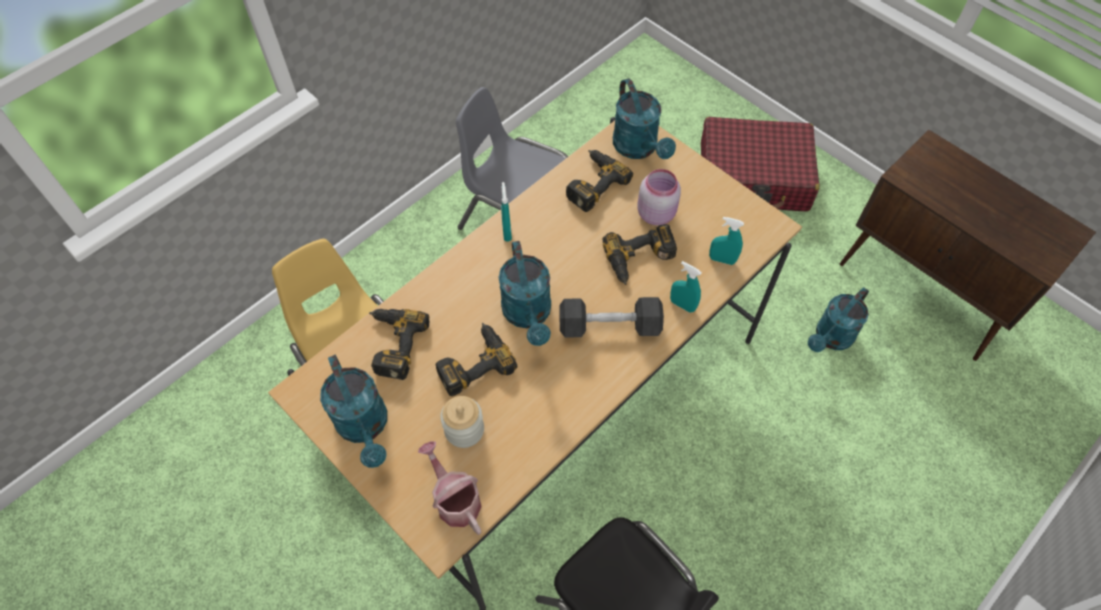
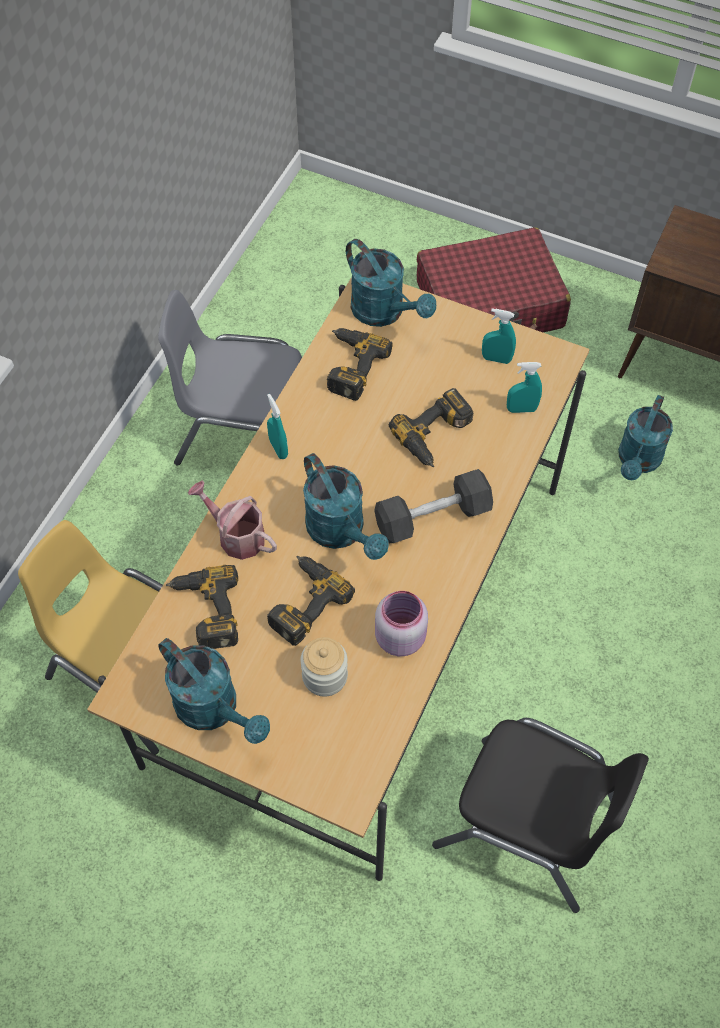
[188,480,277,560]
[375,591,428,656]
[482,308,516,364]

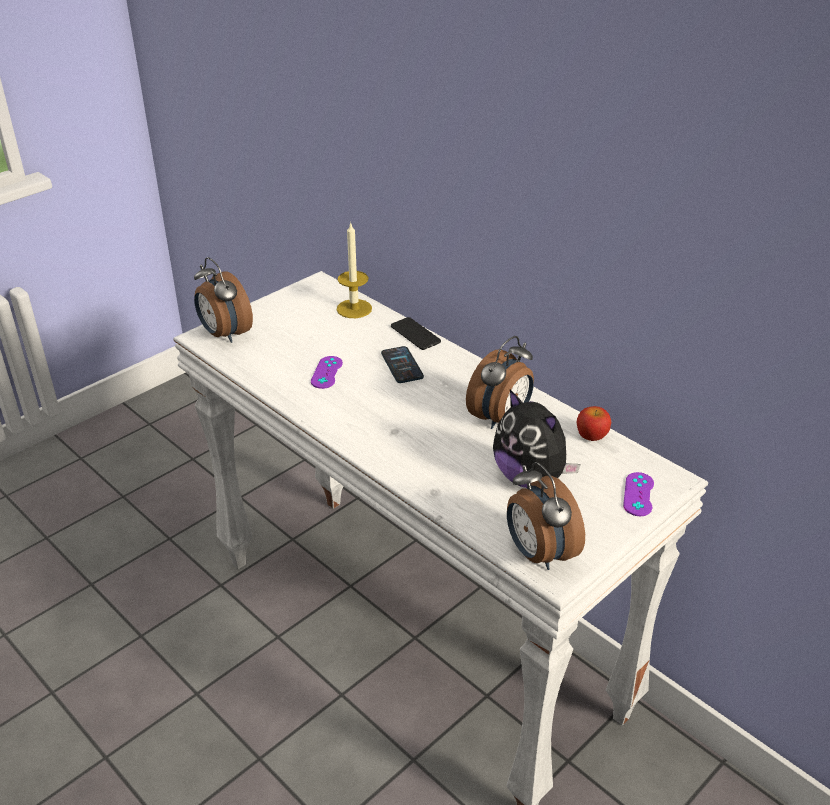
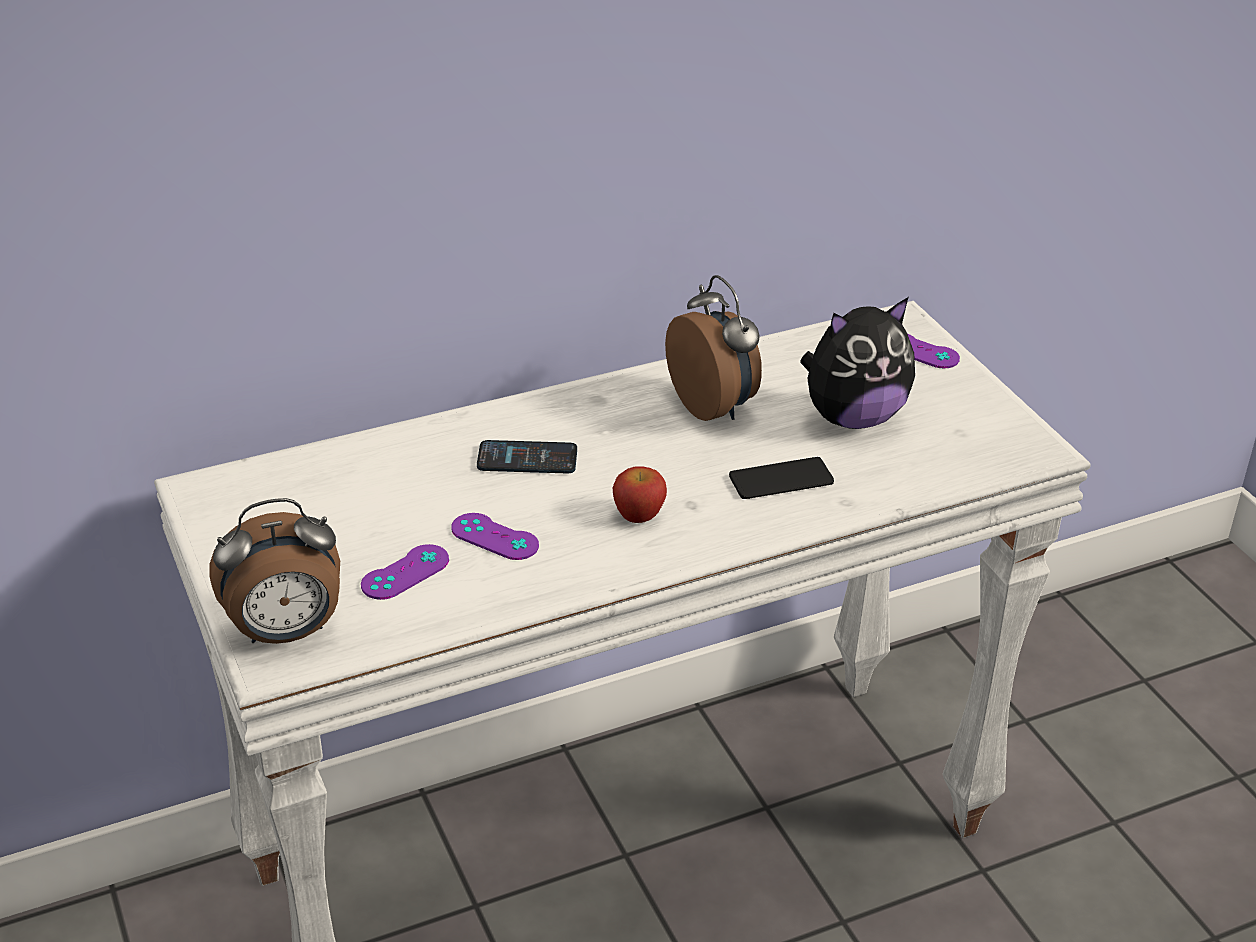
[337,222,372,318] (first image)
[729,457,834,499]
[507,462,585,570] (first image)
[613,466,667,523]
[361,544,449,600]

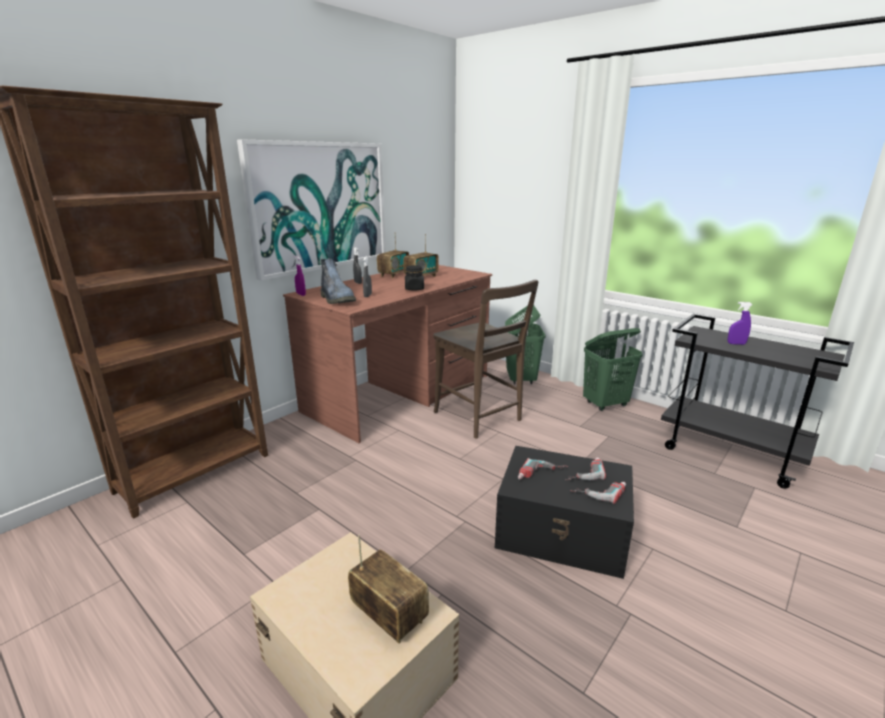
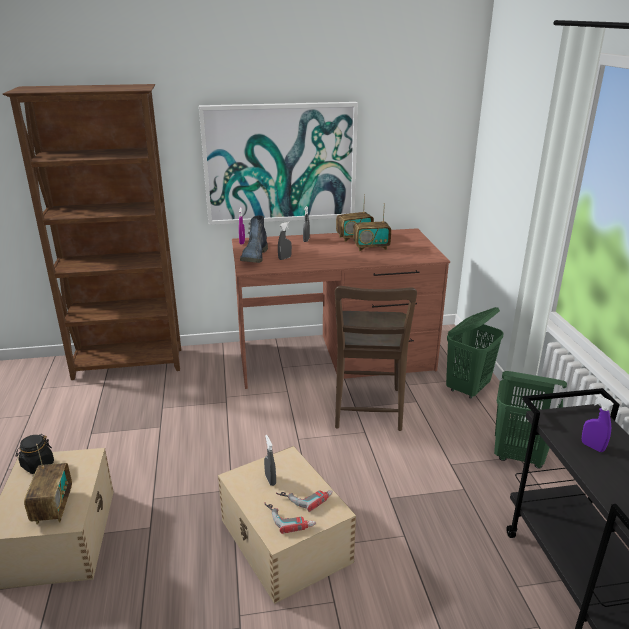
[16,434,54,474]
[218,446,356,604]
[264,435,276,486]

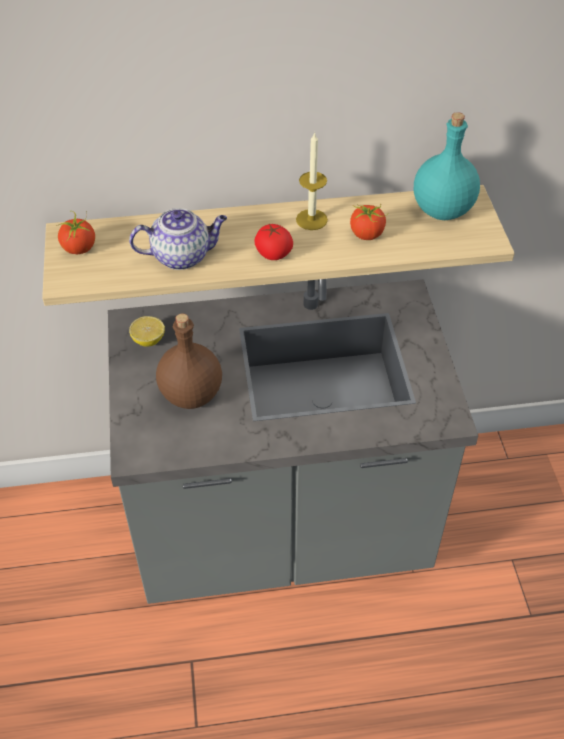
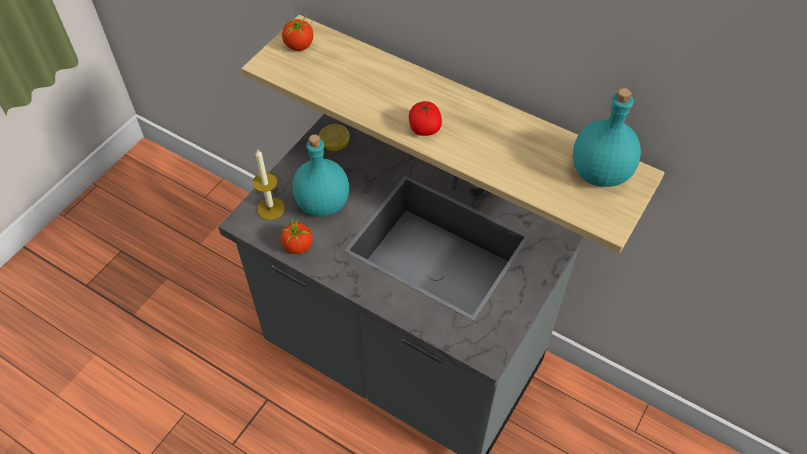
[129,208,227,270] (first image)
[293,134,349,217]
[253,150,285,220]
[280,219,313,254]

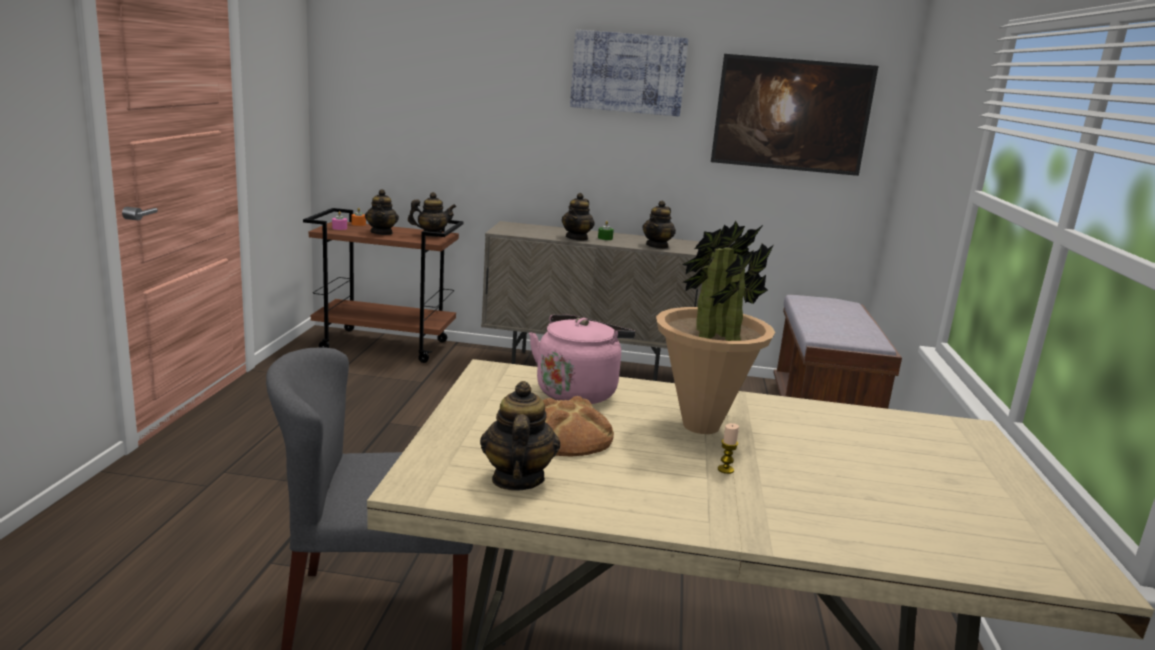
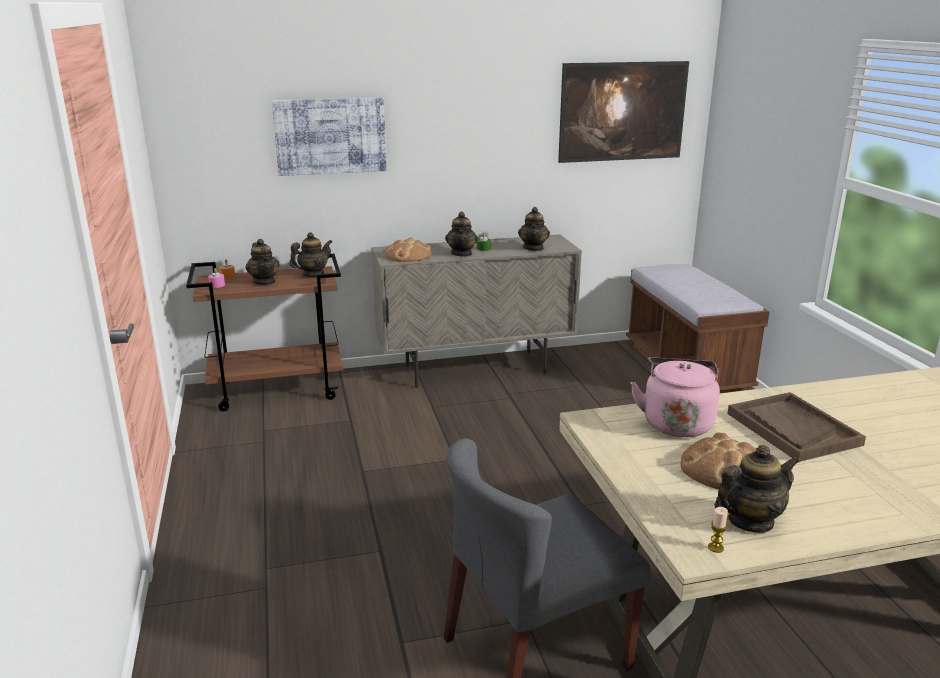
[714,445,799,533]
[272,98,387,176]
[727,392,866,462]
[708,507,728,553]
[385,237,432,262]

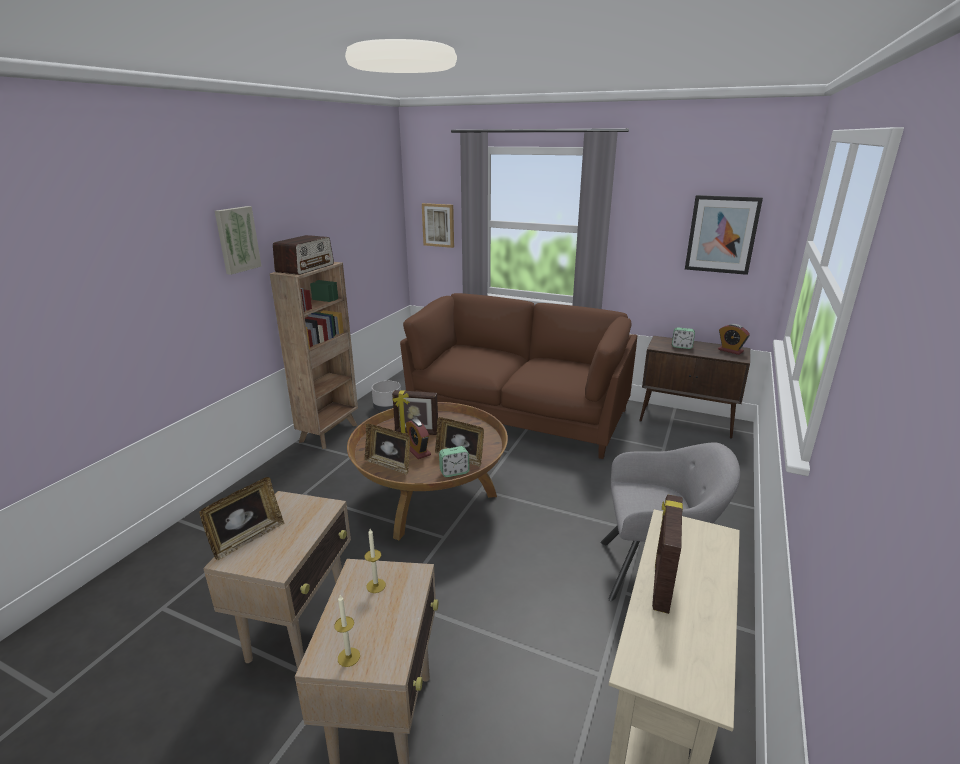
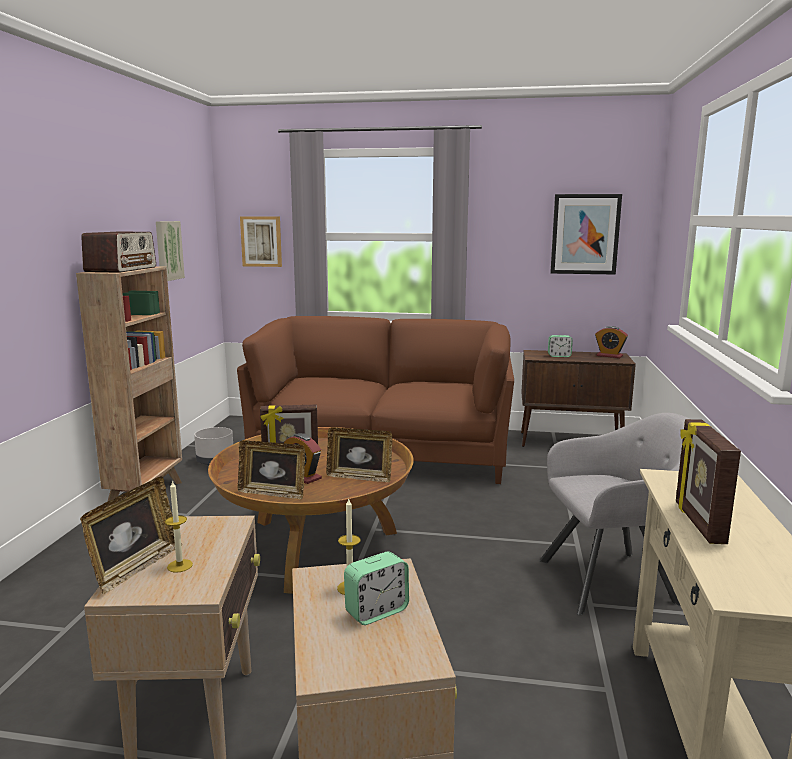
[156,221,185,281]
[165,480,193,573]
[344,552,409,625]

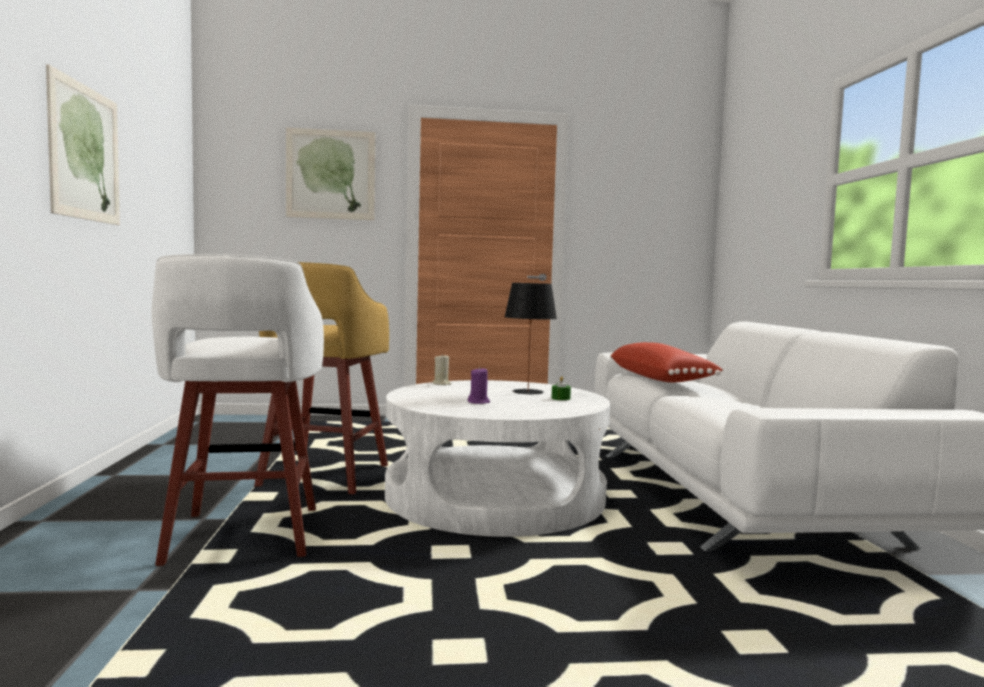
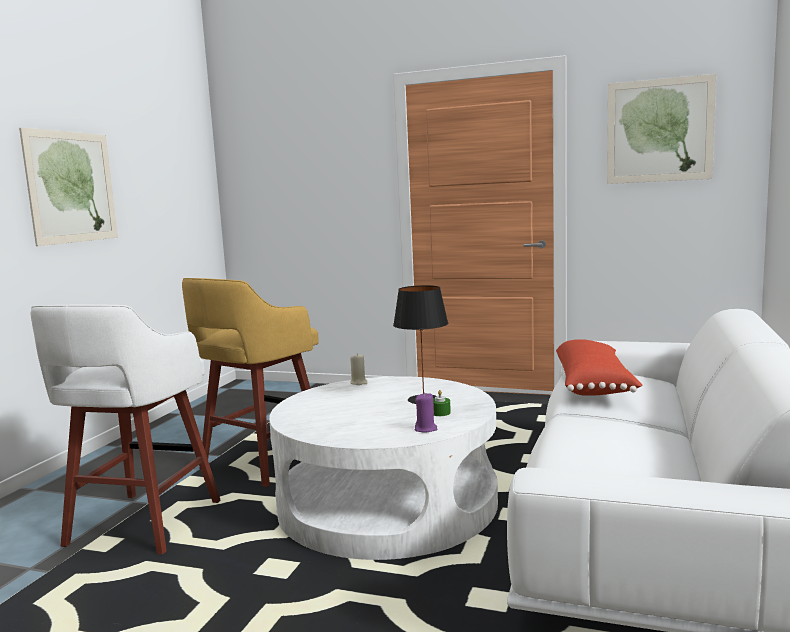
[607,74,716,184]
[415,392,437,433]

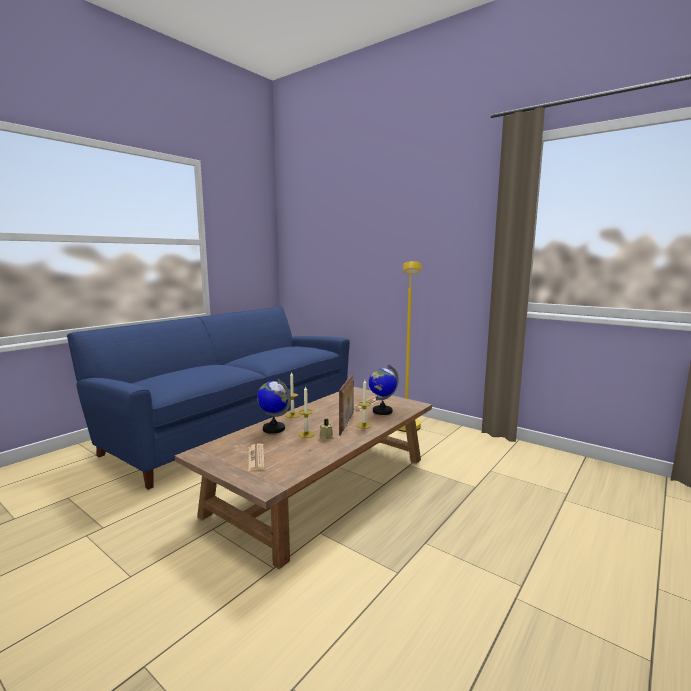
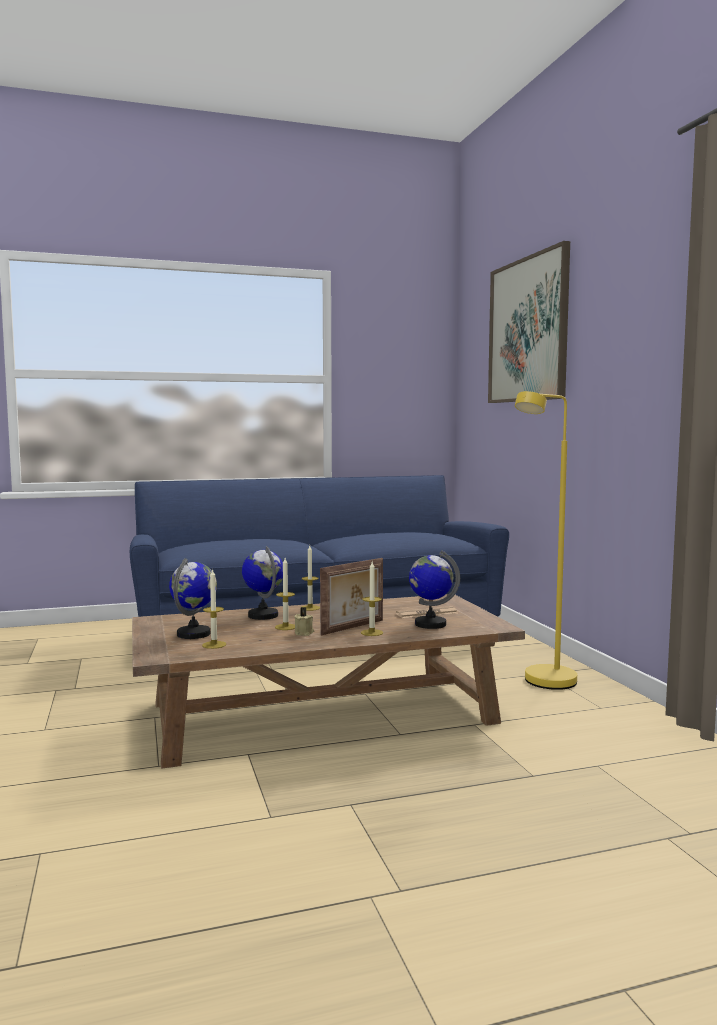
[169,558,217,639]
[202,569,226,649]
[488,241,570,403]

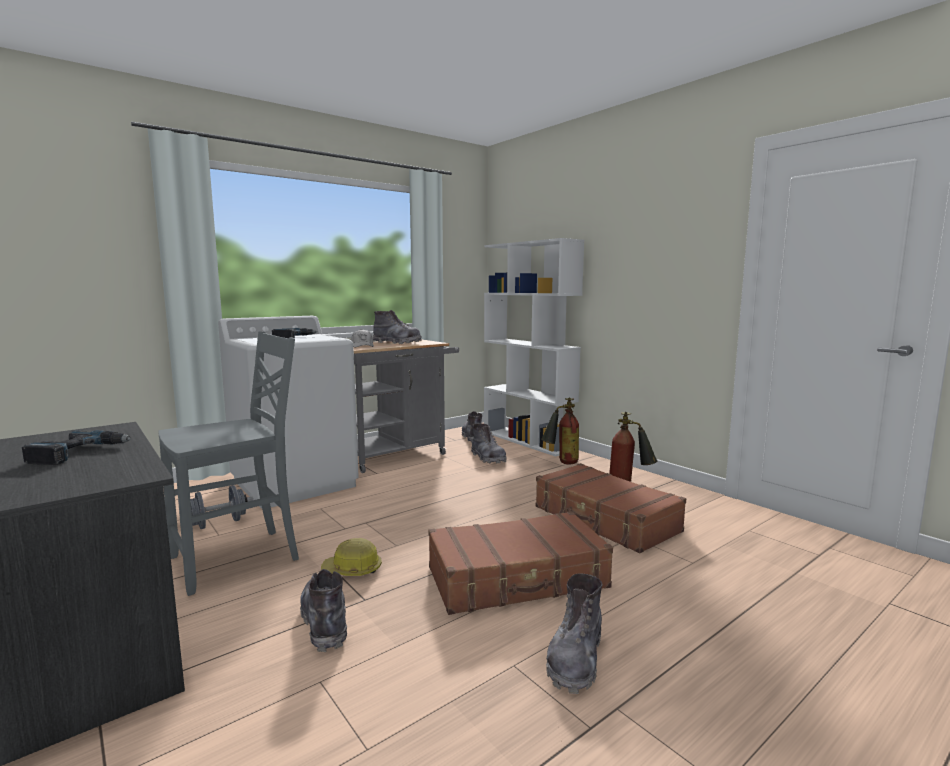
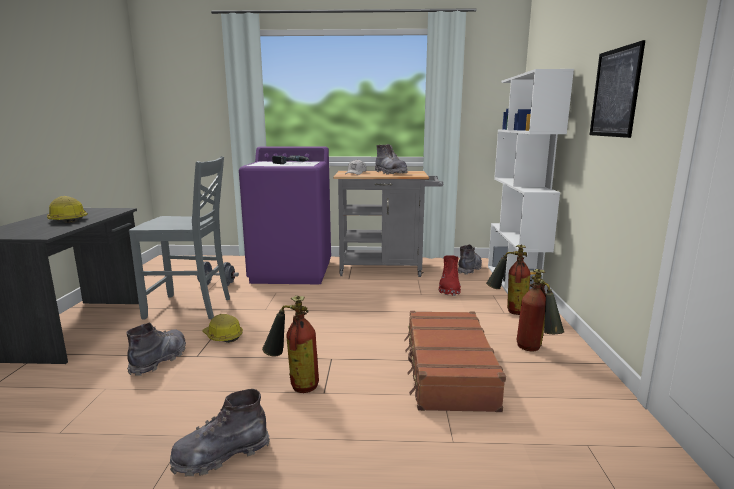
[47,196,88,223]
[239,146,331,284]
[262,296,319,393]
[439,255,461,296]
[590,40,645,138]

